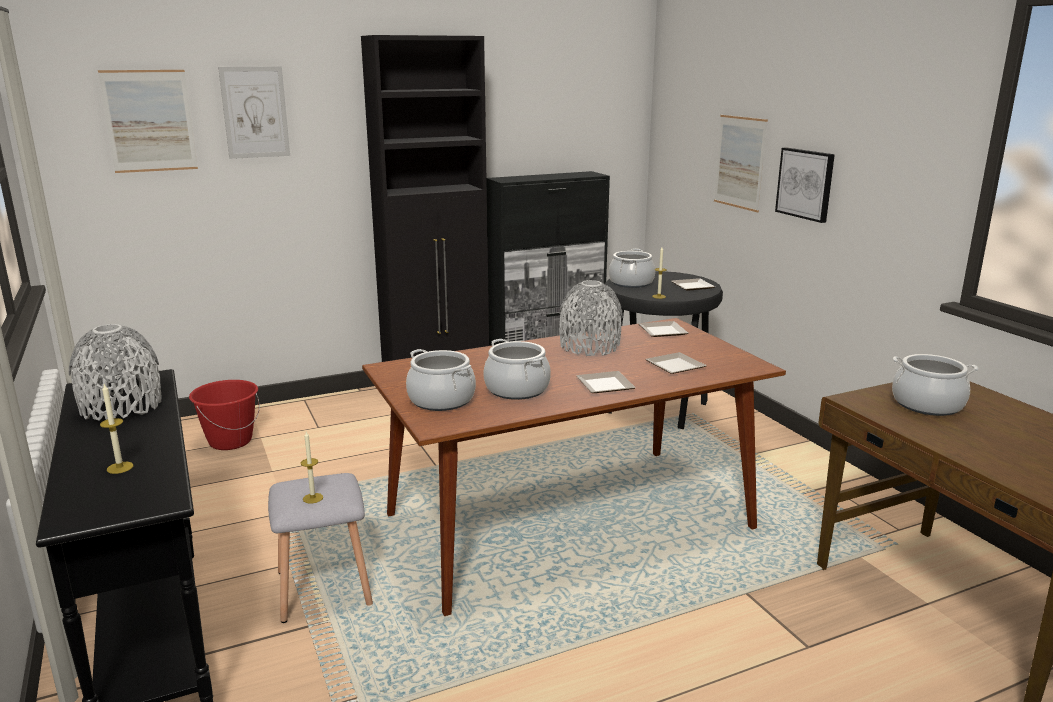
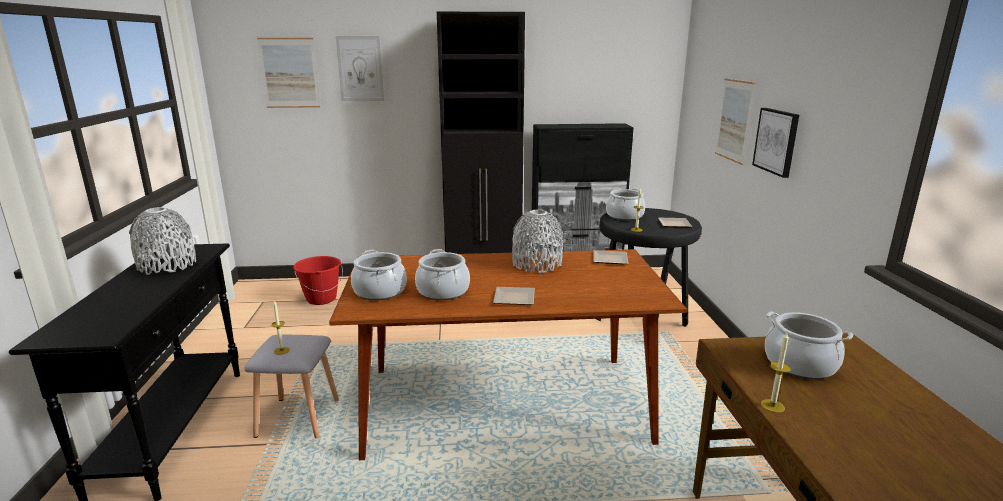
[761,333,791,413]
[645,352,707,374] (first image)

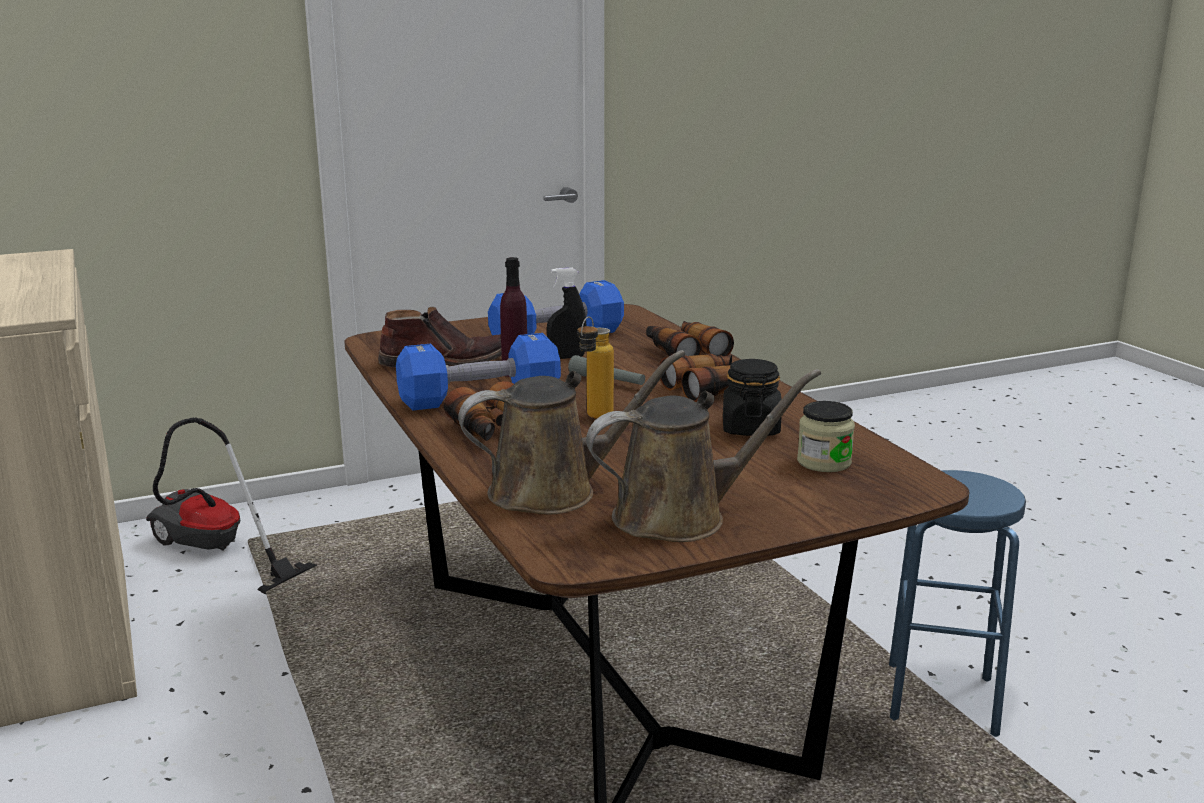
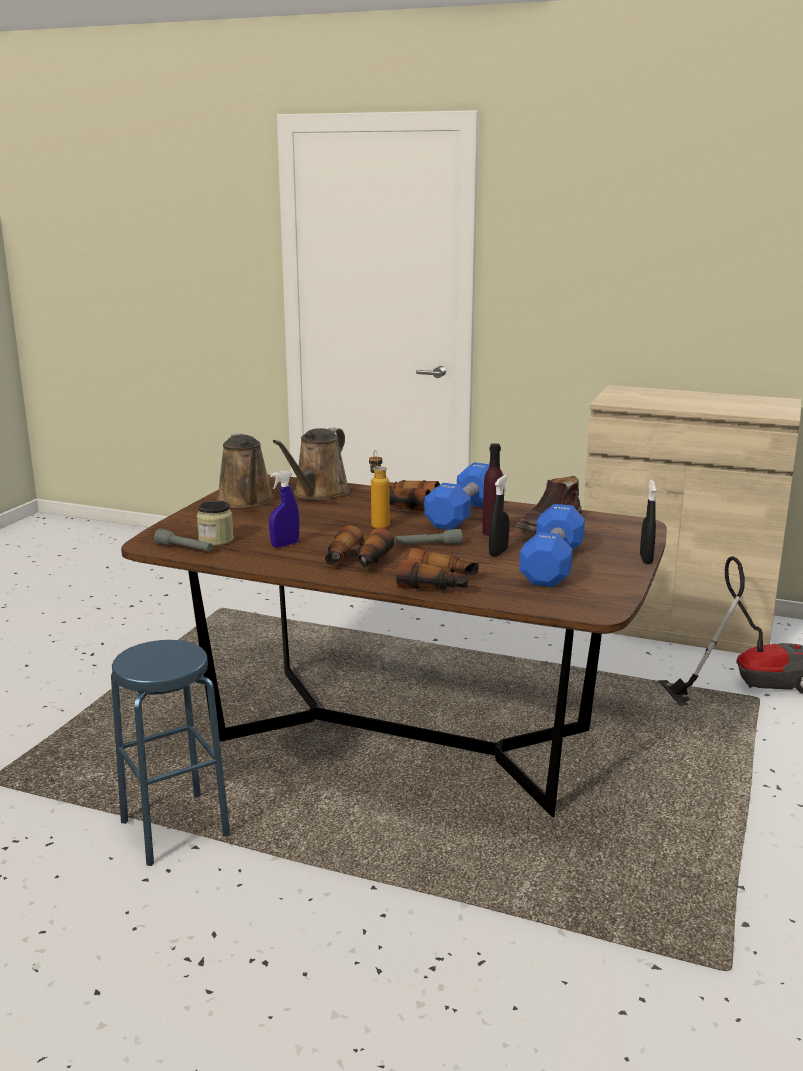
[217,433,274,508]
[269,470,299,548]
[154,528,213,552]
[640,480,656,564]

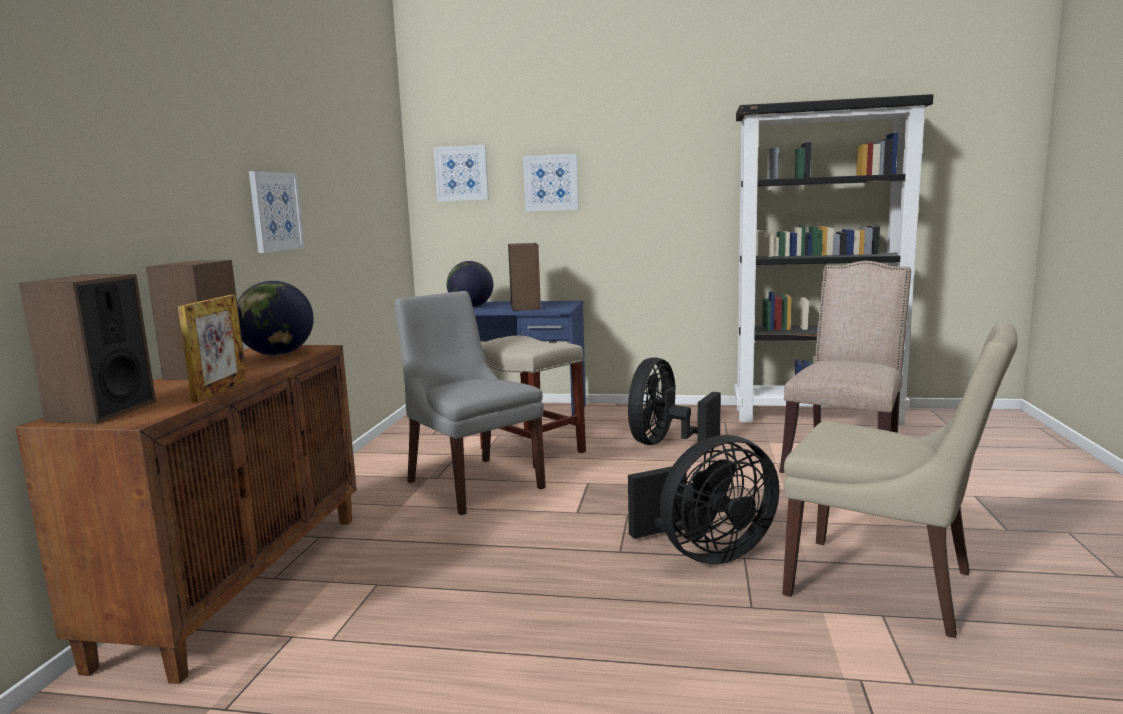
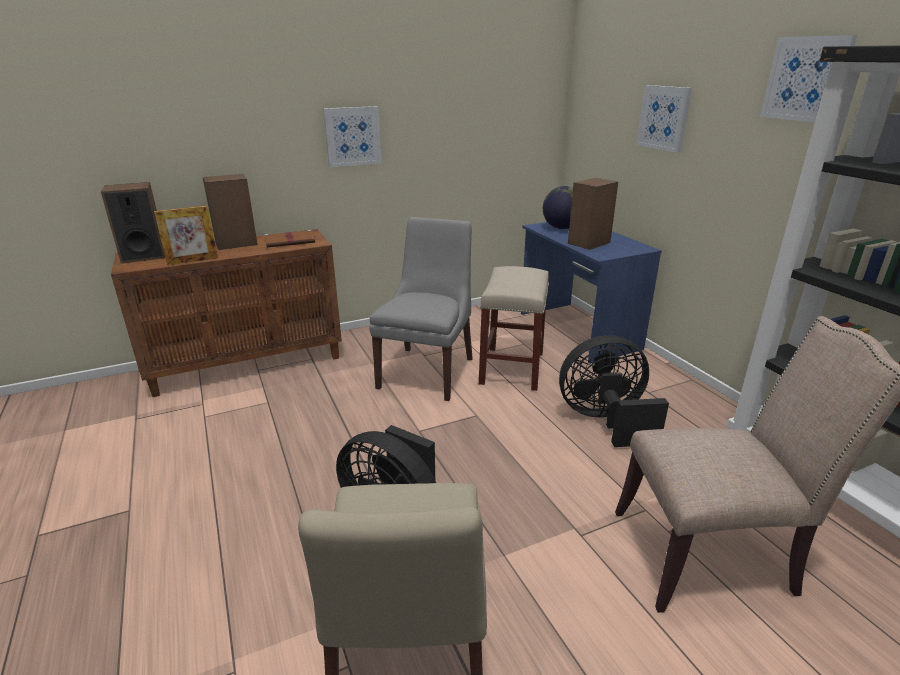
[264,230,316,247]
[760,35,857,122]

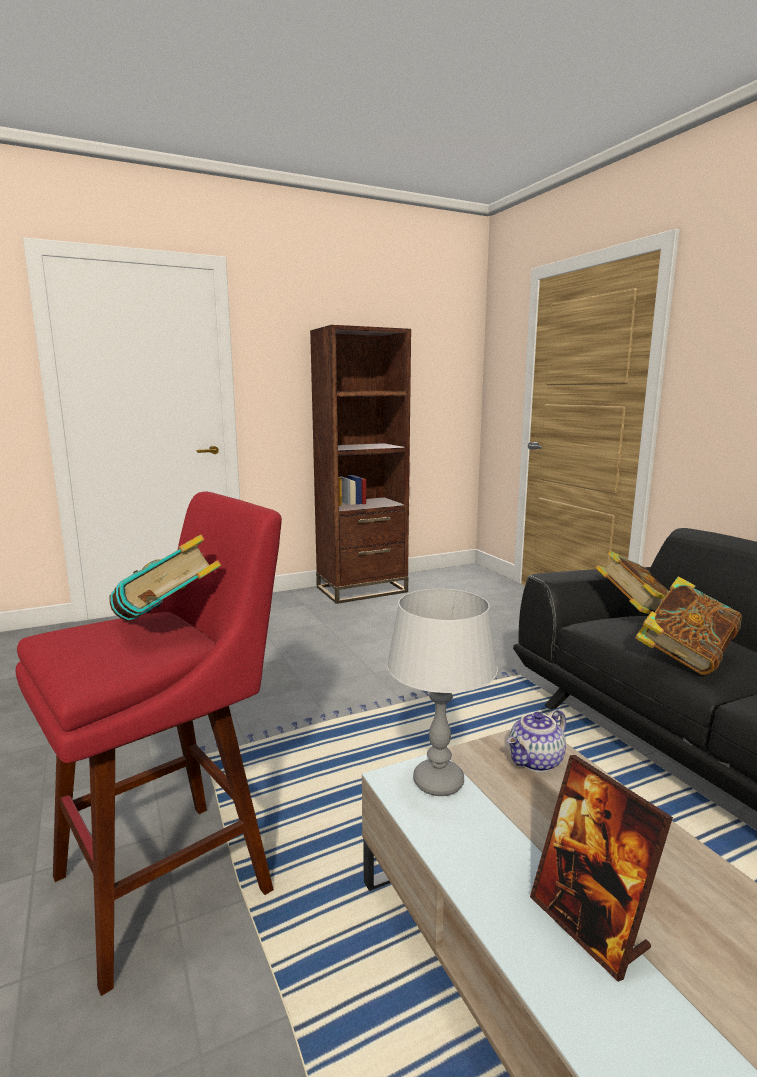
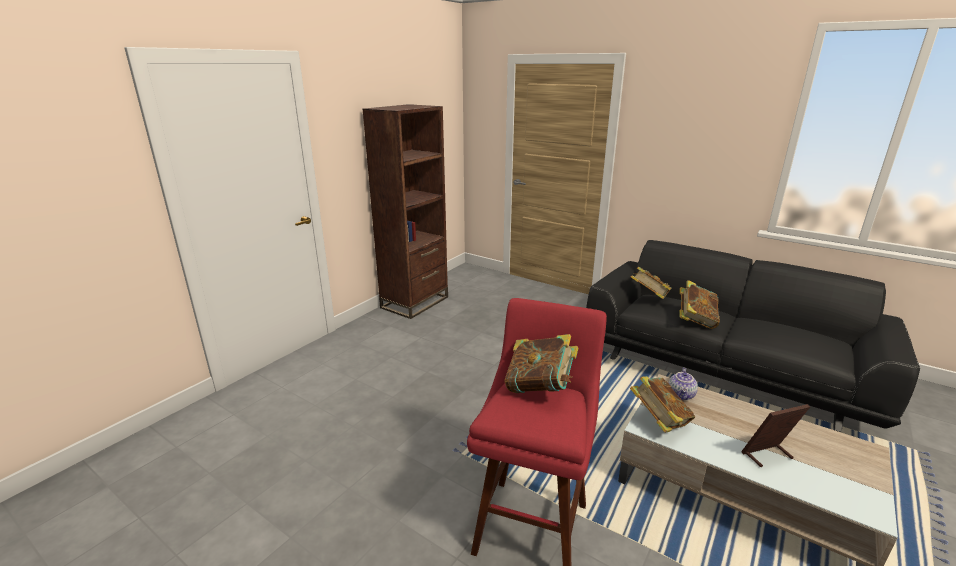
[630,376,695,433]
[741,404,810,467]

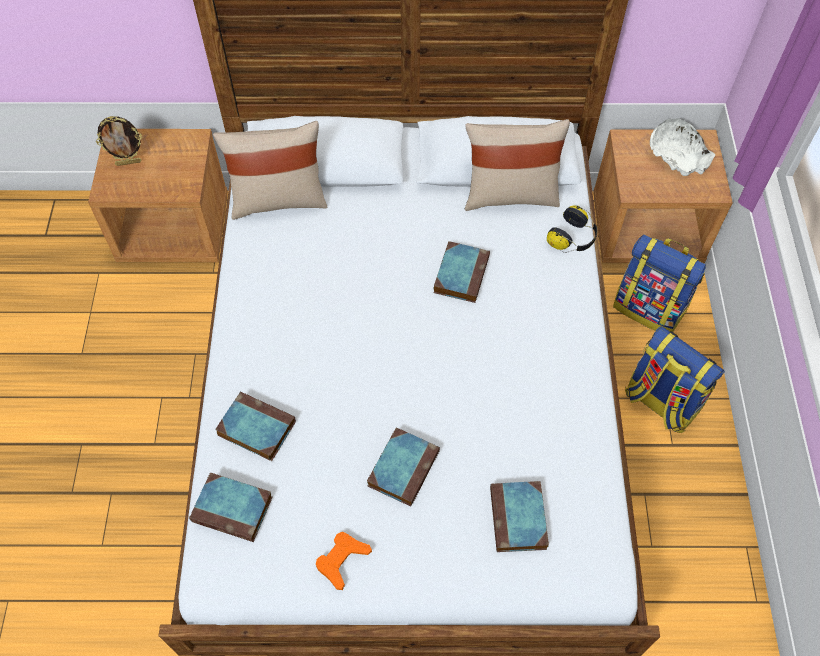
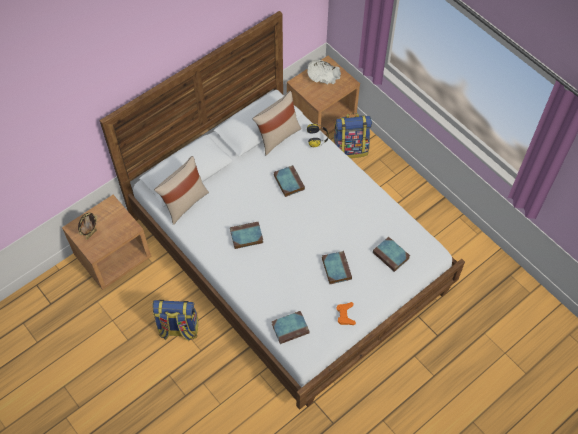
[230,222,263,249]
[153,300,198,341]

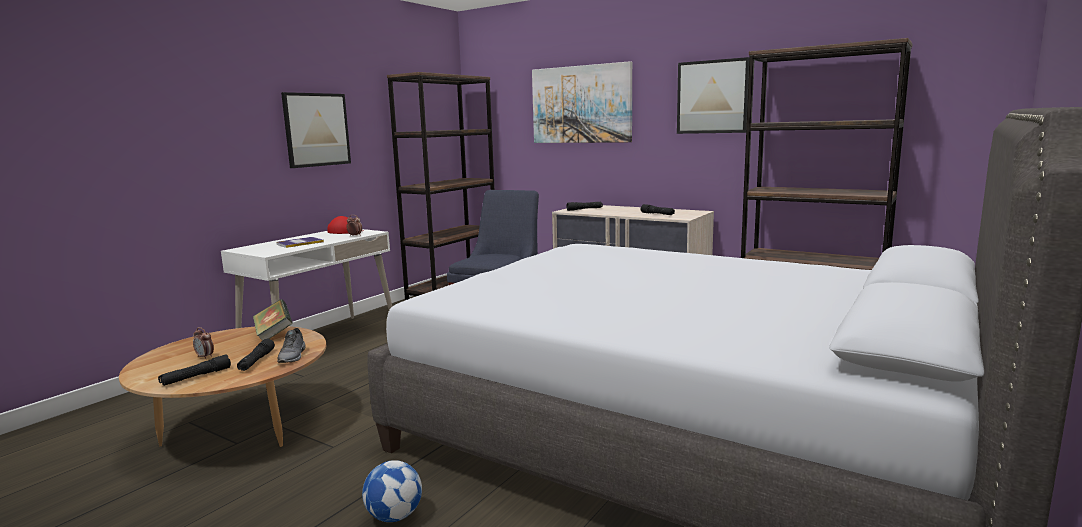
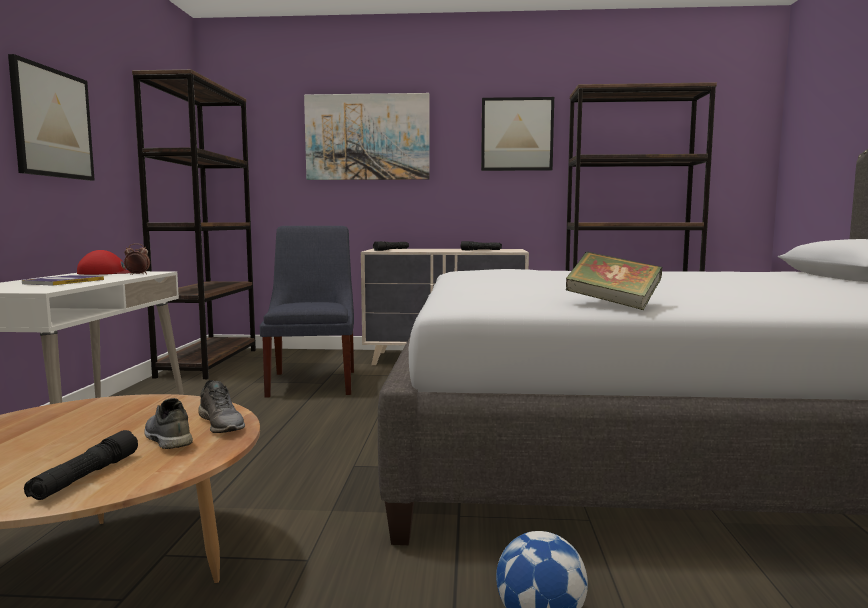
[193,327,214,359] (first image)
[144,398,193,449]
[565,251,662,310]

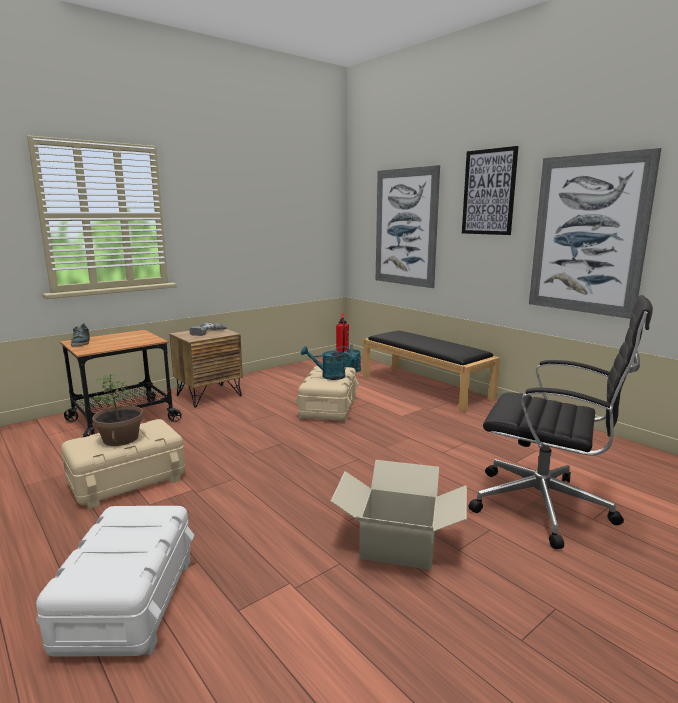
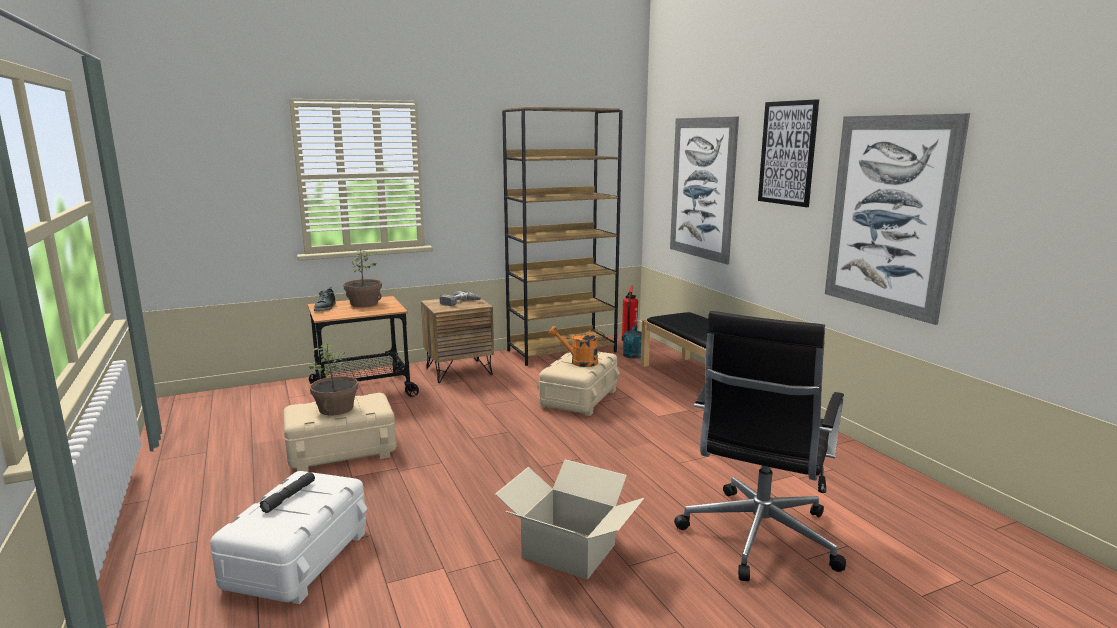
[549,326,605,367]
[674,311,846,581]
[260,472,315,513]
[344,249,382,307]
[502,107,623,366]

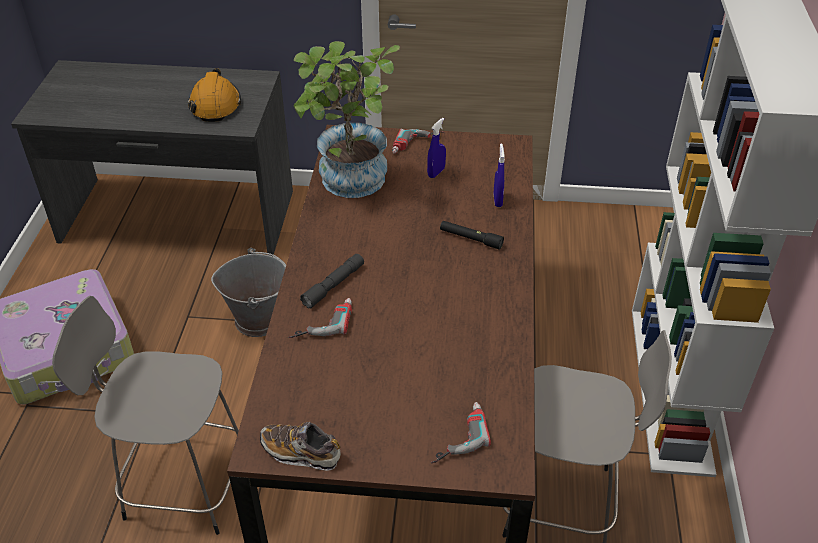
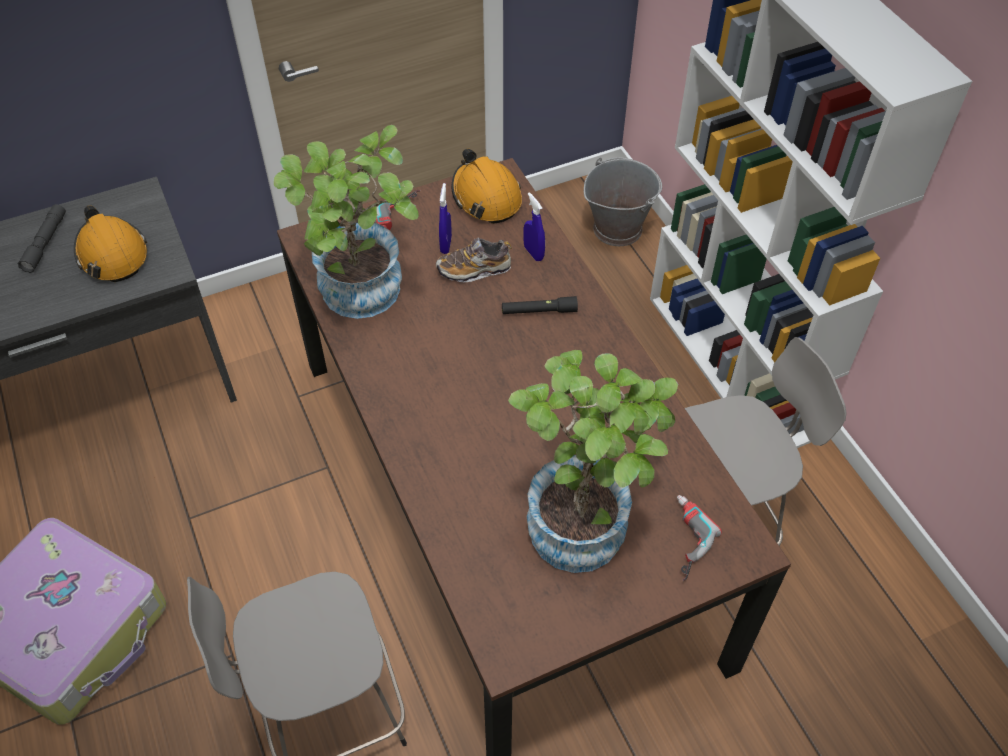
[584,157,662,246]
[436,238,512,282]
[289,298,352,338] (first image)
[18,204,66,273]
[452,148,522,224]
[508,350,678,573]

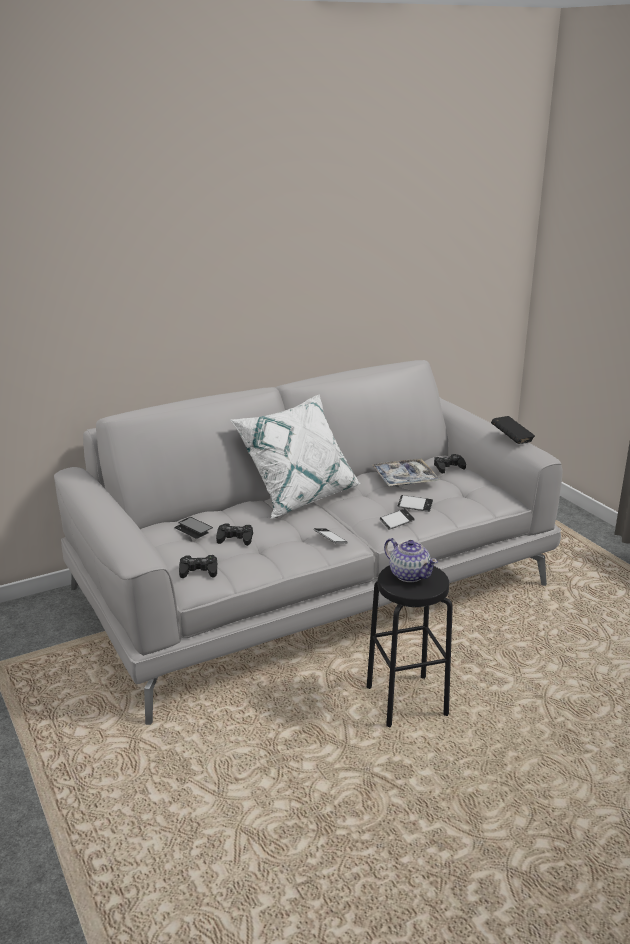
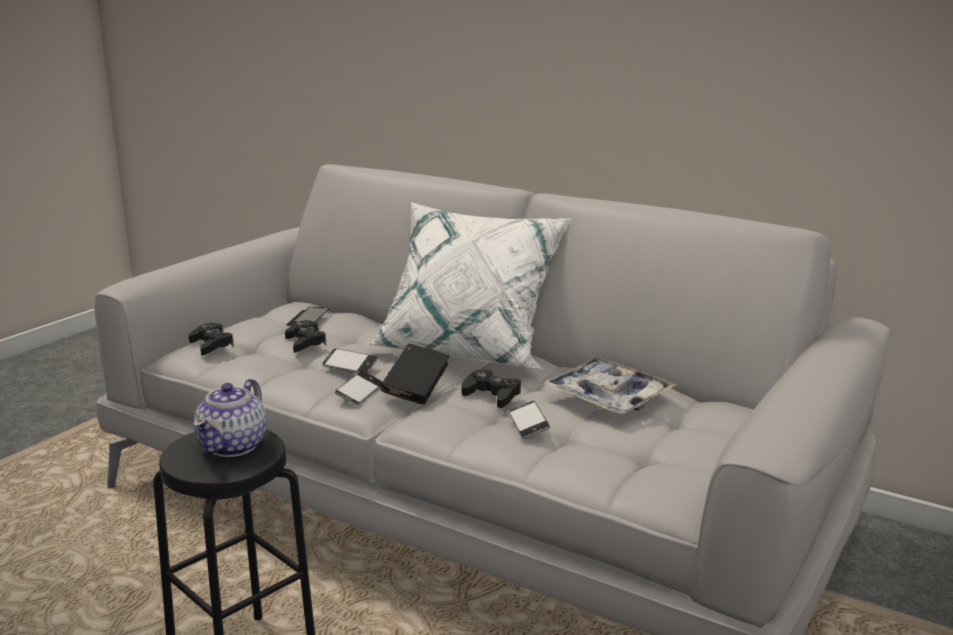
[322,348,378,373]
[461,370,521,408]
[380,344,450,404]

